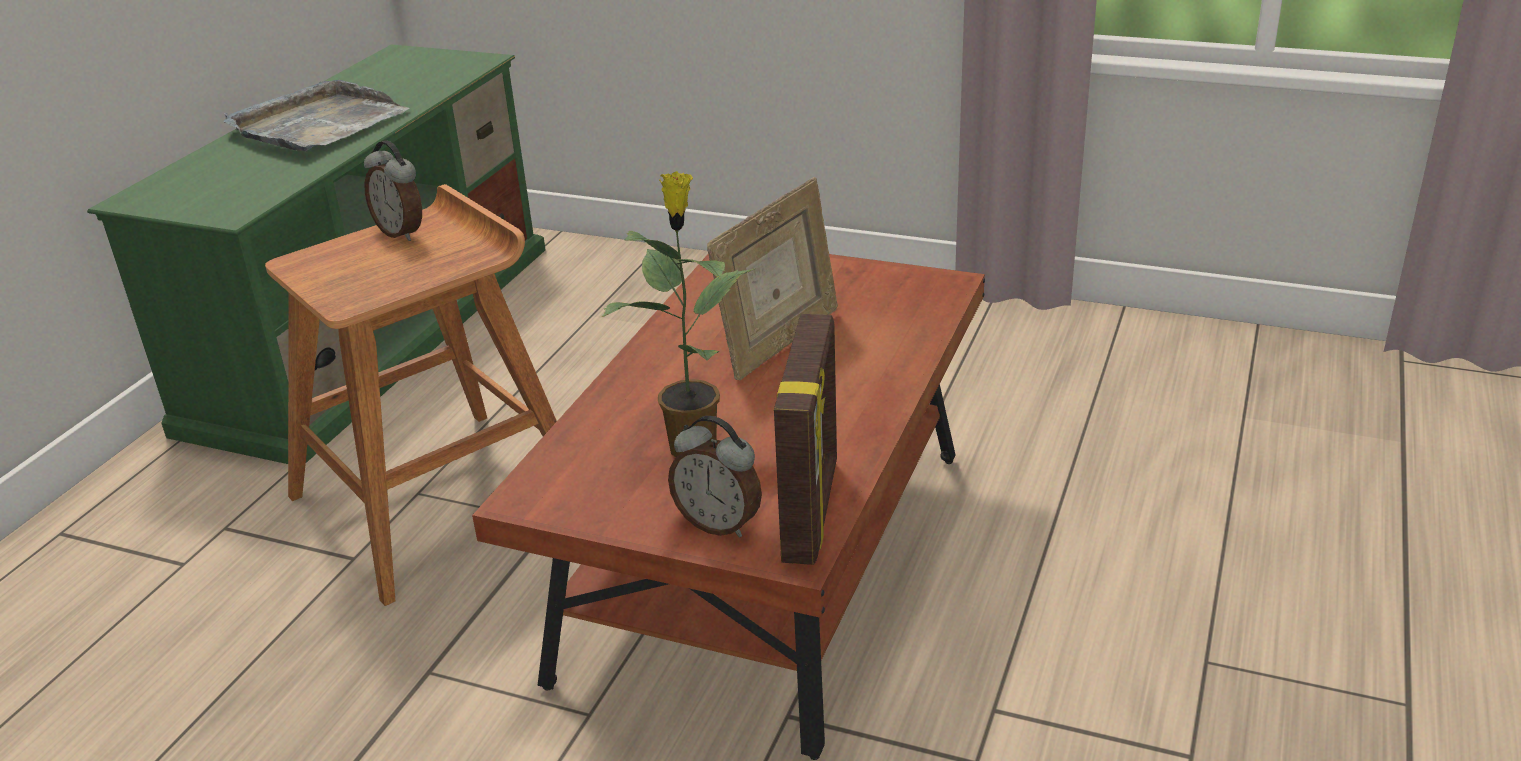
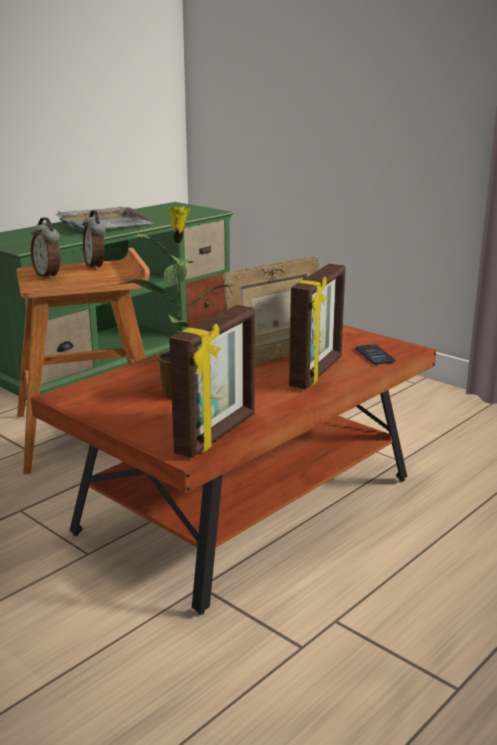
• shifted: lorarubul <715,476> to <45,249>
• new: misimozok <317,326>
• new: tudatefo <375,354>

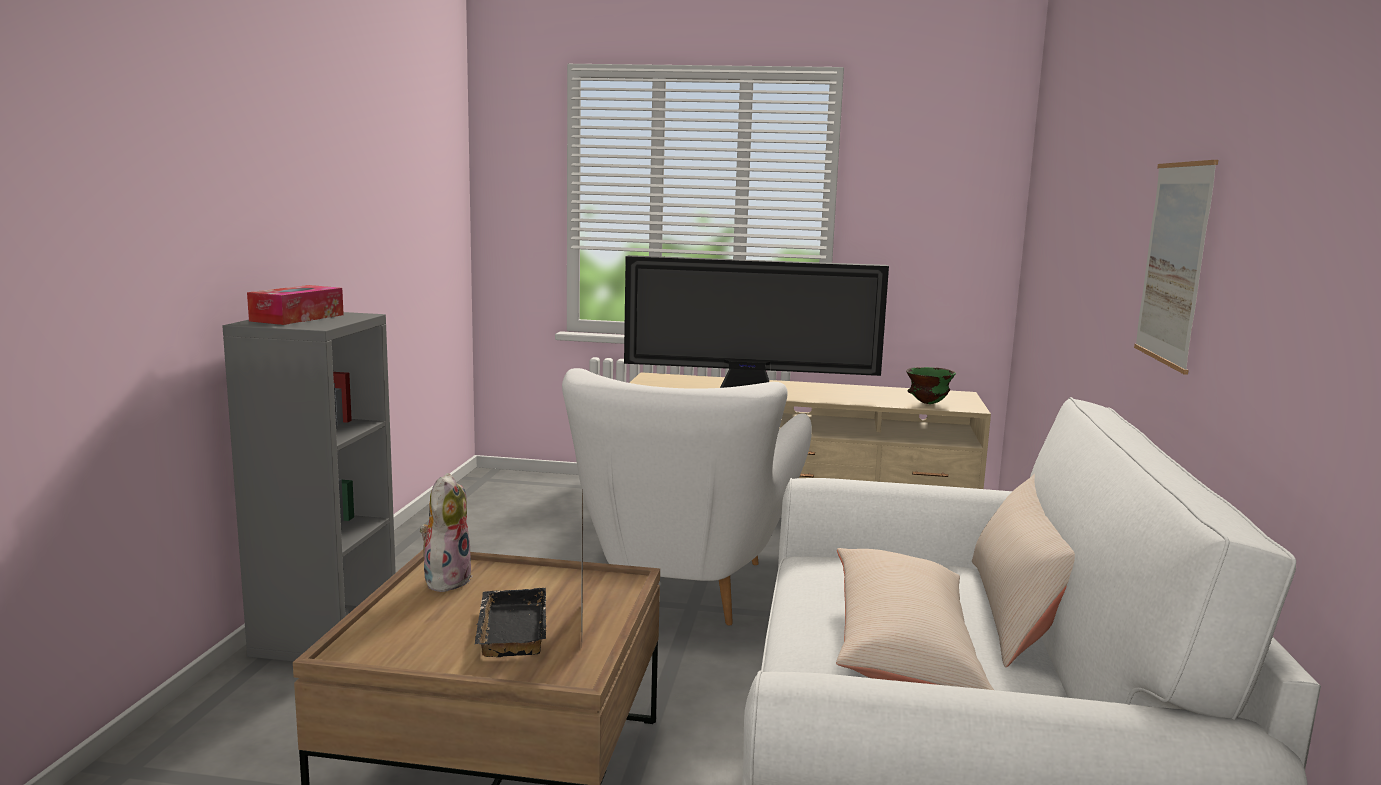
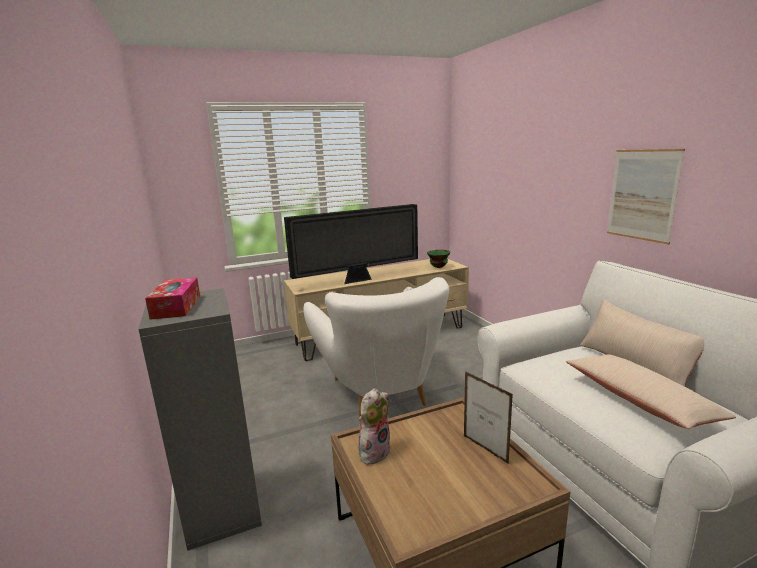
• rotated: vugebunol <446,532> = <374,426> 60 degrees clockwise
• gone: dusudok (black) <510,622>

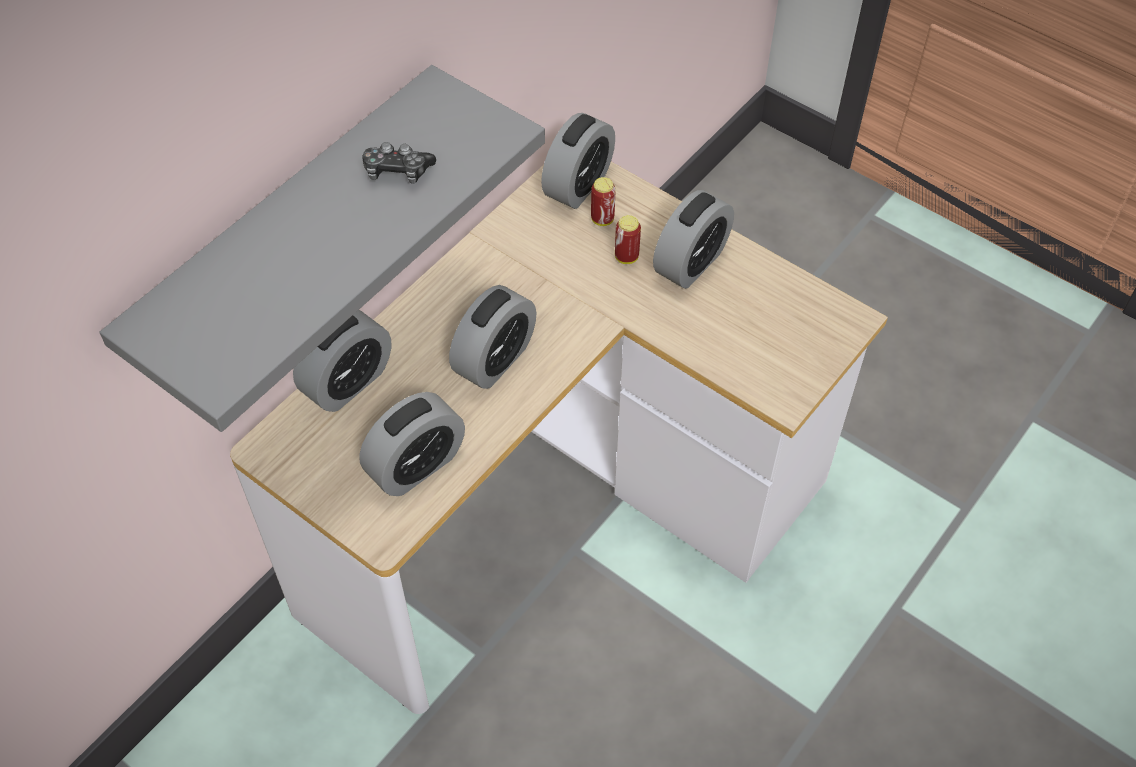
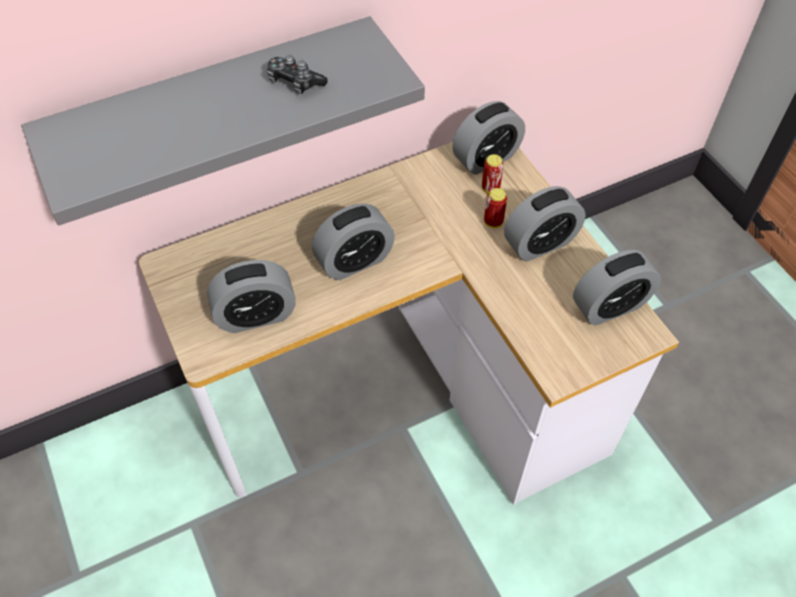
• shifted: lorarubul <342,361> to <617,287>

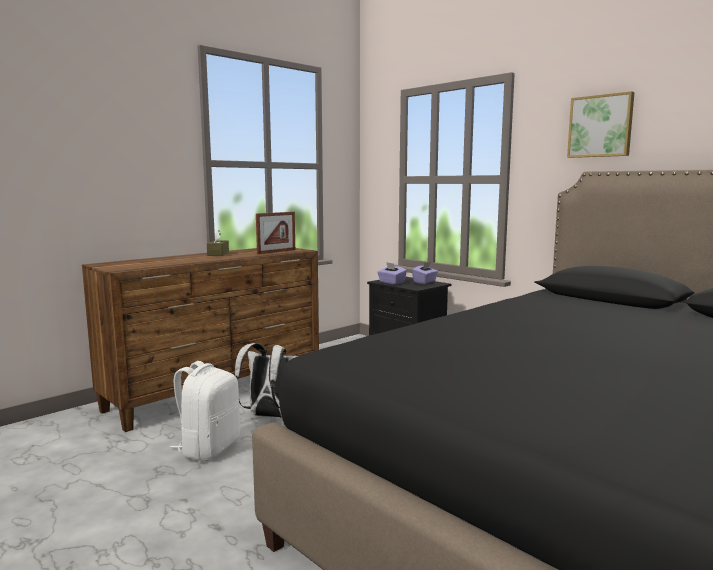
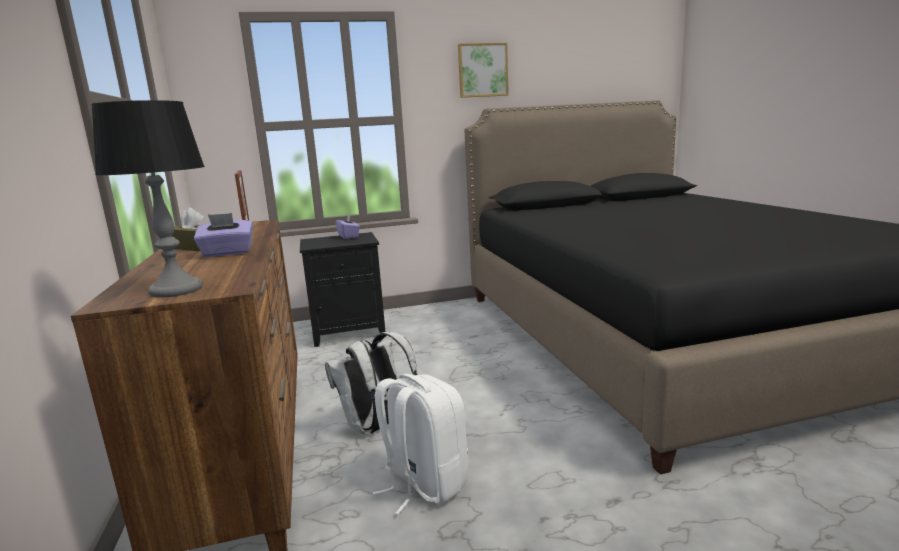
• new: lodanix <148,199>
• shifted: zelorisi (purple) <392,273> to <223,235>

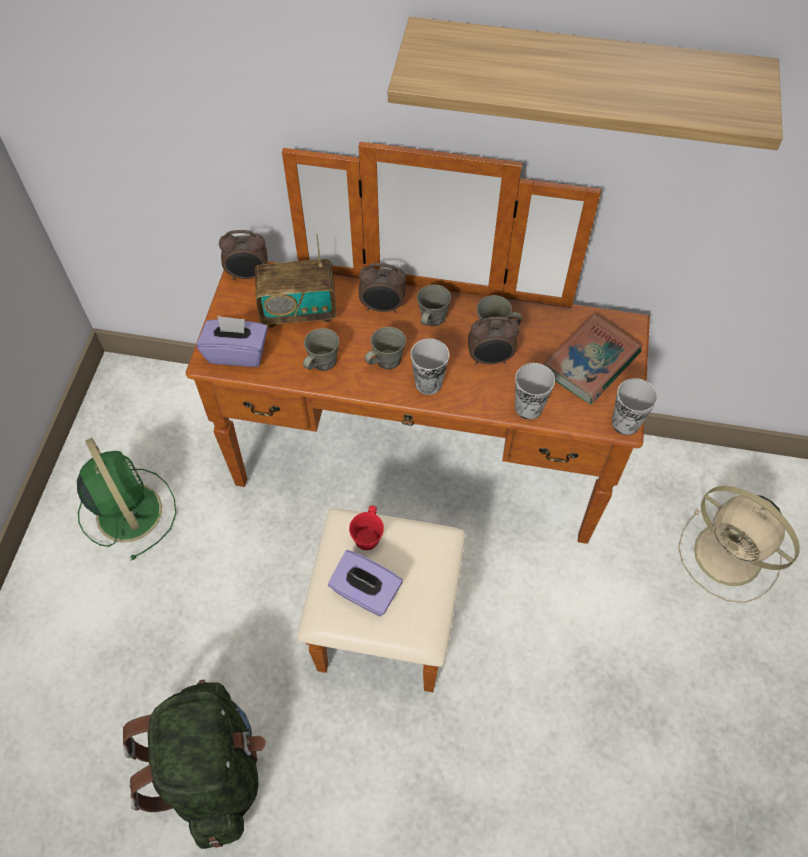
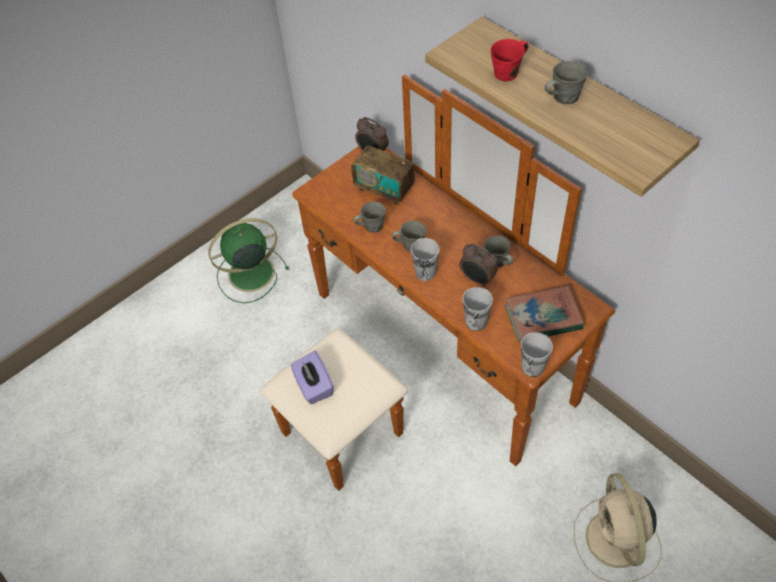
• rotated: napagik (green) <126,499> = <248,260> 120 degrees counterclockwise
• shifted: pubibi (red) <366,528> to <509,60>
• shifted: pubibi (grey) <434,305> to <566,82>
• gone: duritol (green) <194,764>
• gone: zelorisi (purple) <232,341>
• gone: lorarubul <382,288>

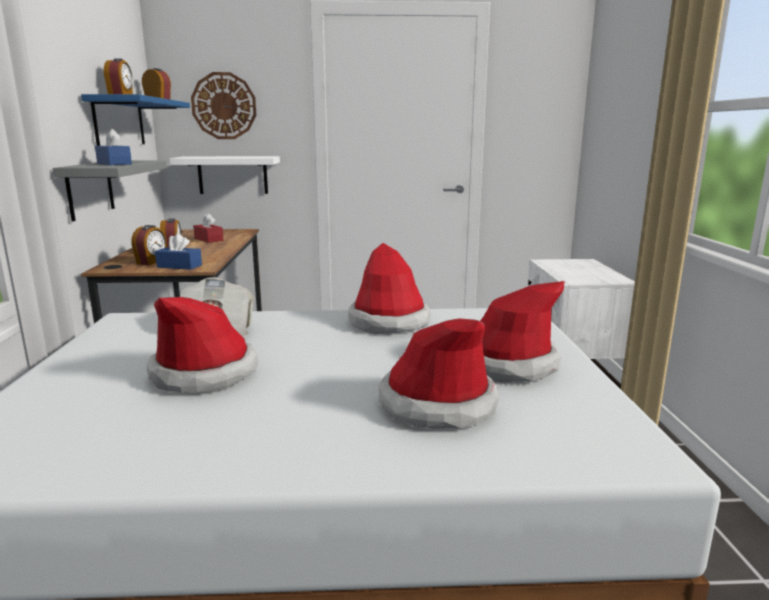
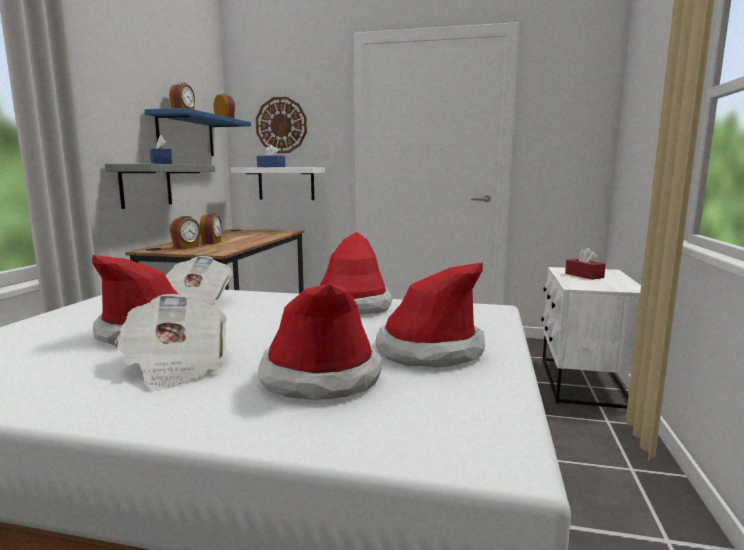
• new: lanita <171,342>
• shifted: zelorisi (blue) <178,251> to <271,156>
• shifted: zelorisi (red) <208,228> to <585,264>

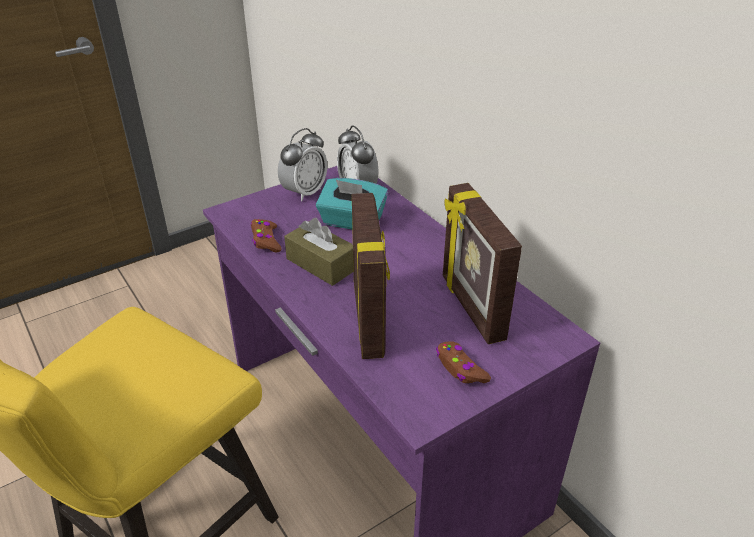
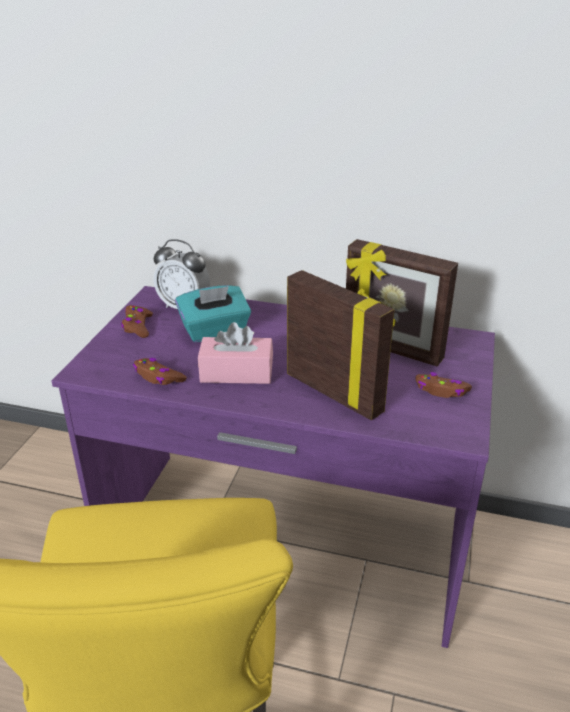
• swapped: lorarubul <302,165> to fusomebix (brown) <137,321>
• repainted: zelorisi (brown) <319,252> to zelorisi (pink) <235,353>

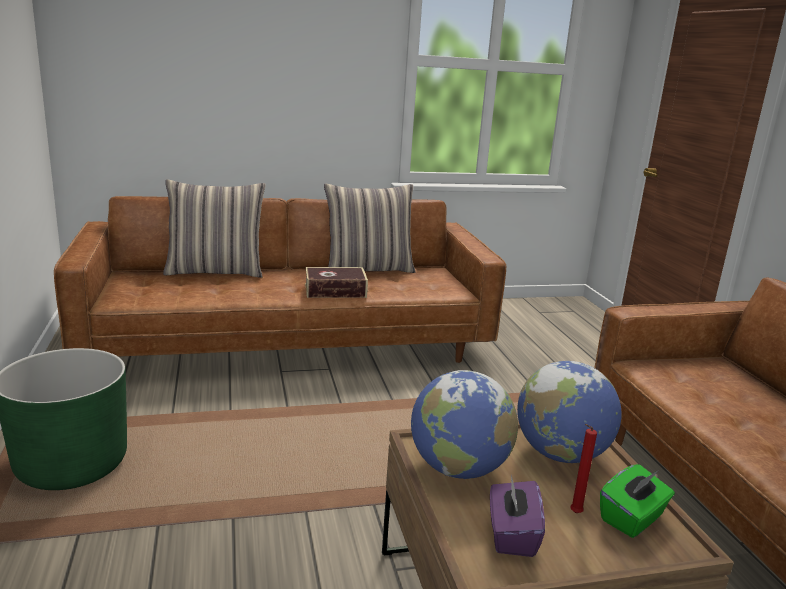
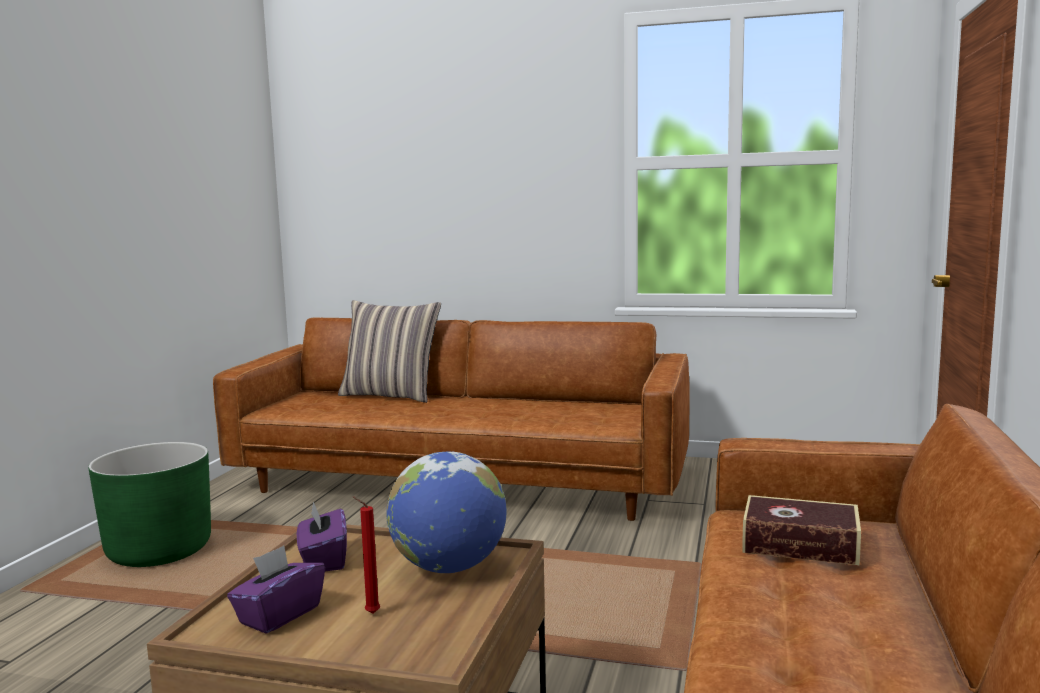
• swapped: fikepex <464,424> to zelorisi (purple) <322,536>
• shifted: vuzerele <336,282> to <801,530>
• gone: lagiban <370,228>
• gone: zelorisi (green) <637,501>

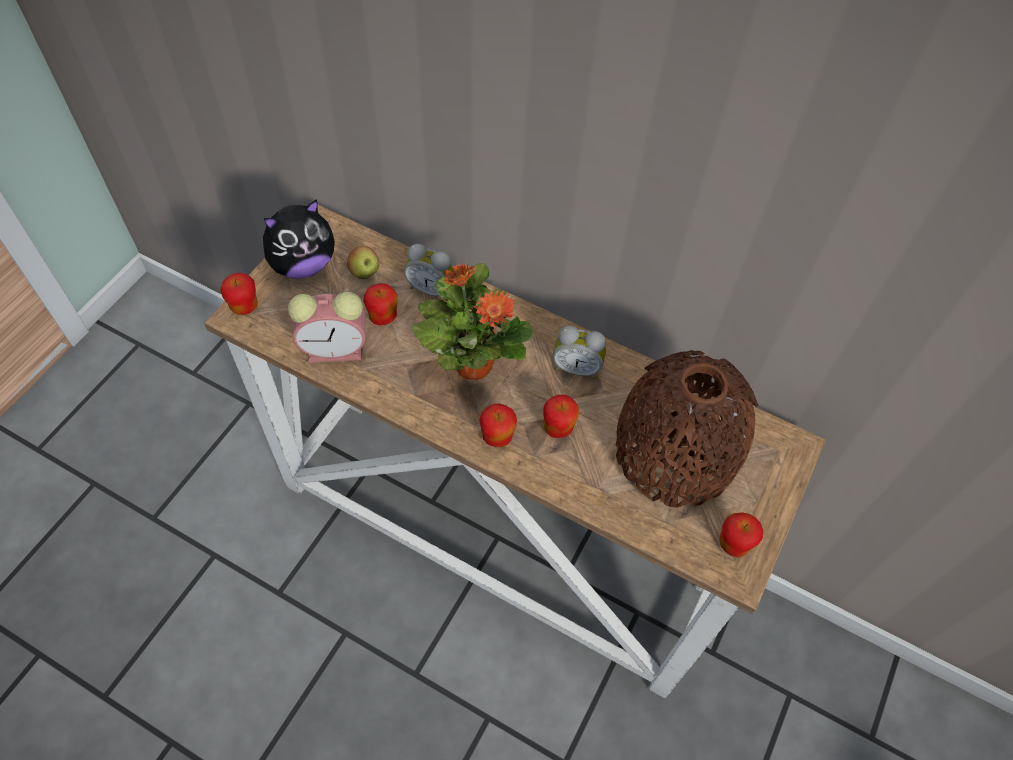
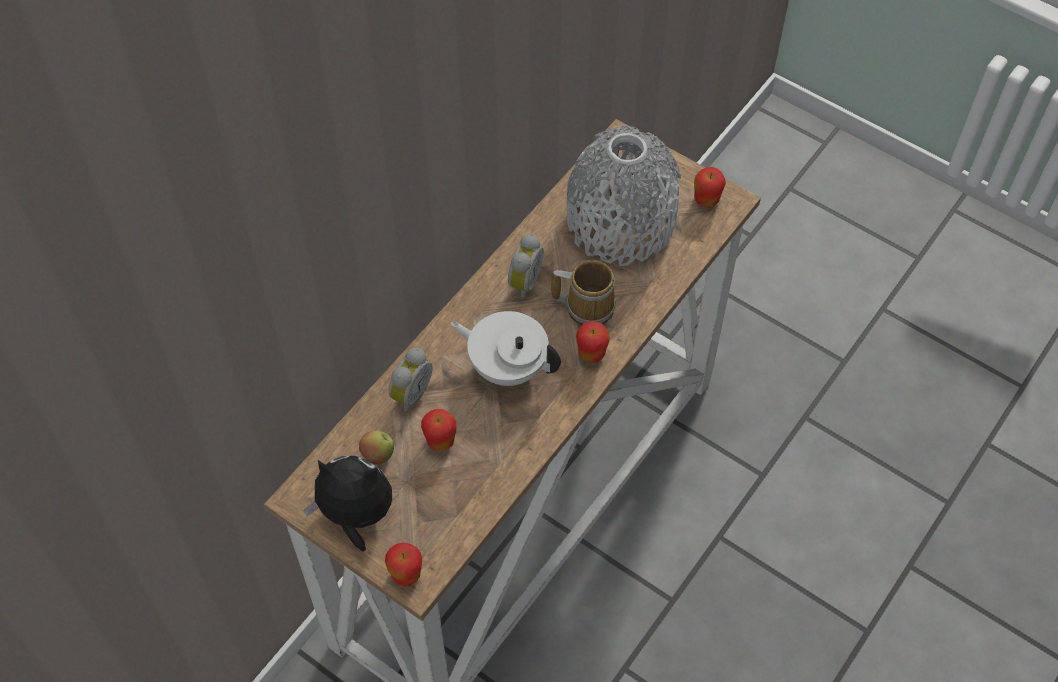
• rotated: vugebunol <299,239> = <347,504> 60 degrees counterclockwise
• swapped: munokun <473,321> to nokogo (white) <506,348>
• swapped: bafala <561,416> to pubibi <583,292>
• repainted: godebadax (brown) <687,429> to godebadax (grey) <624,196>
• gone: lorarubul <327,327>

